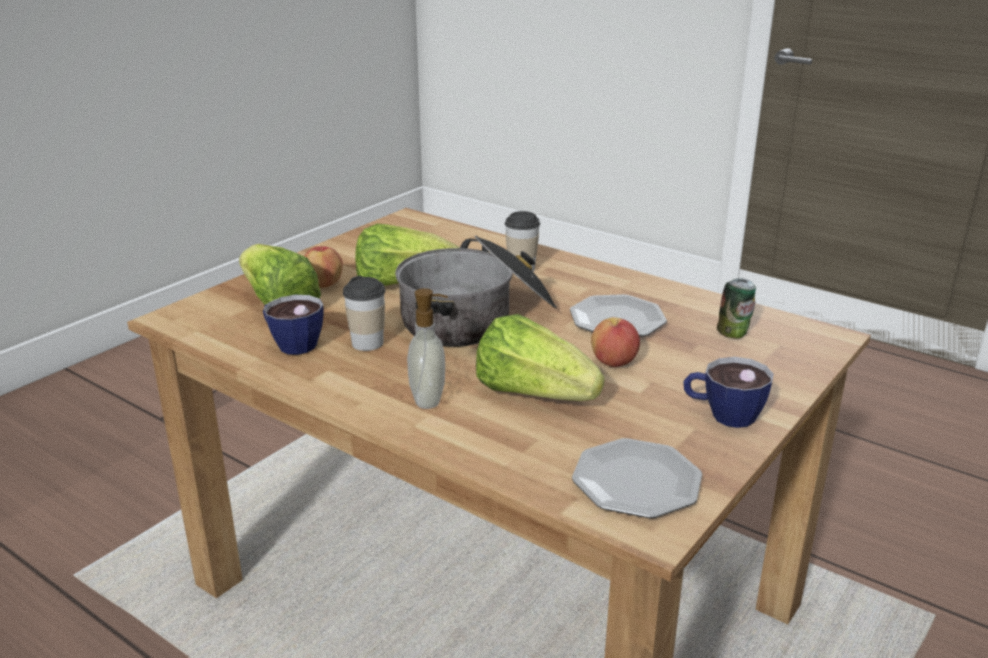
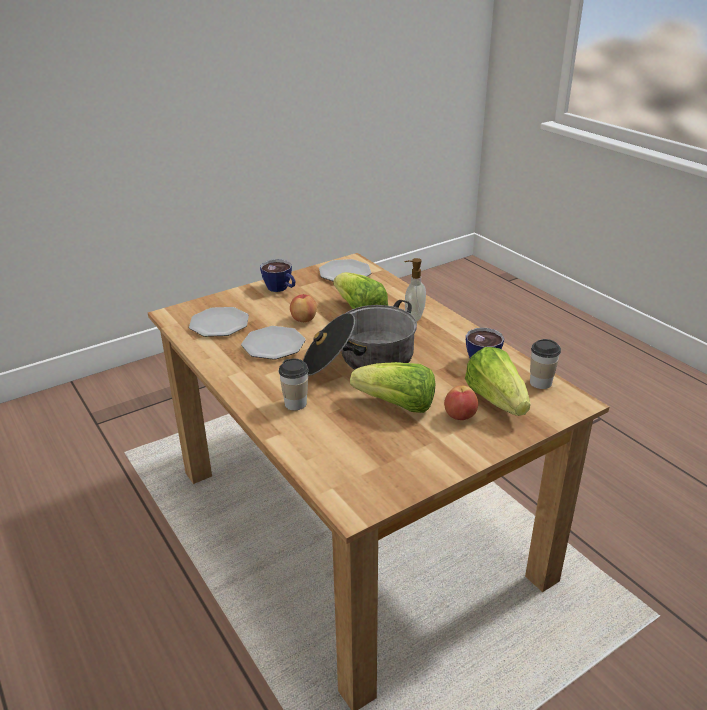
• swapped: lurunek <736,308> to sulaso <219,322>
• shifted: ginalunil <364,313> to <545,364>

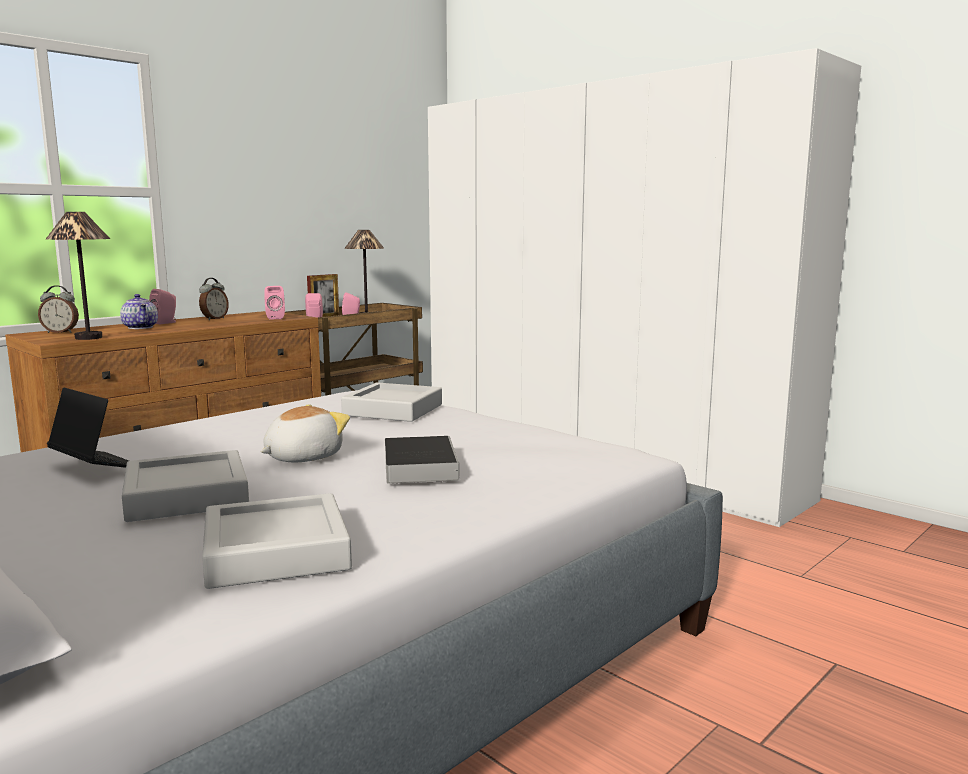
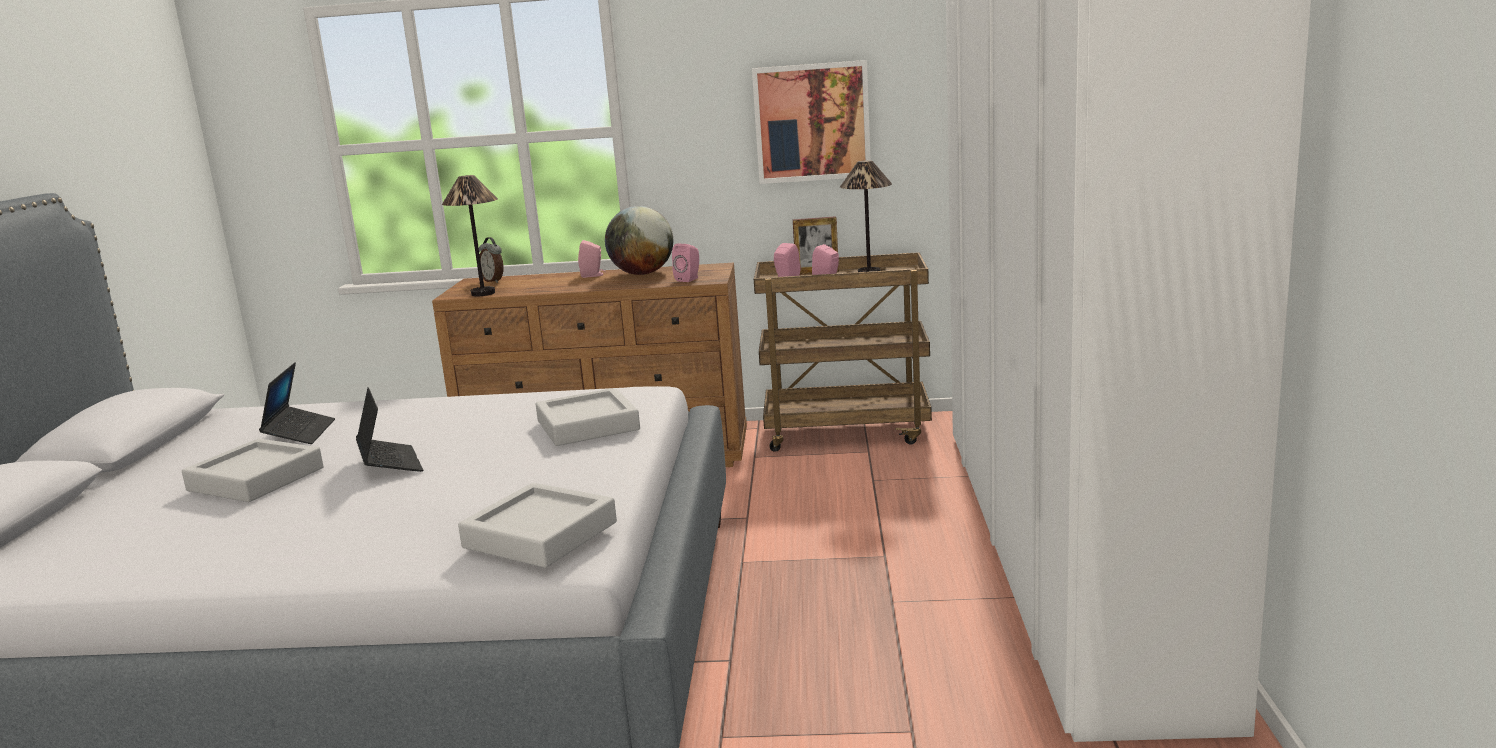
• swapped: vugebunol <305,433> to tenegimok <389,429>
• shifted: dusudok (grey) <277,541> to <537,525>
• swapped: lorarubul <214,299> to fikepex <639,240>
• new: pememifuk <811,122>
• gone: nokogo <139,311>
• gone: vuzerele <422,460>

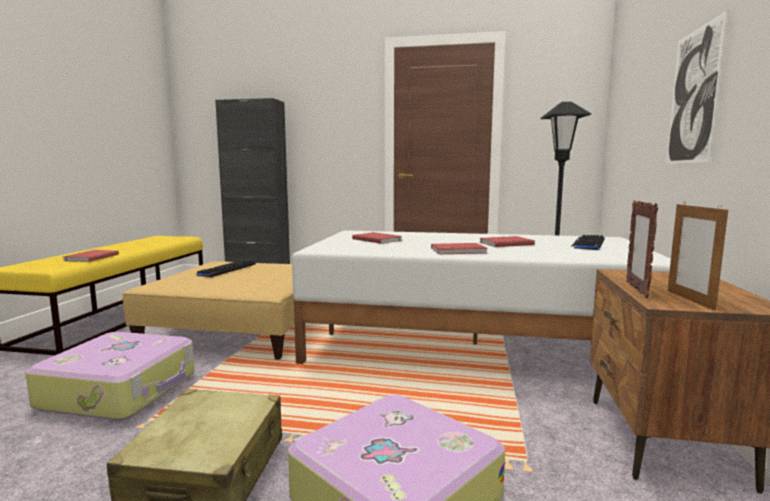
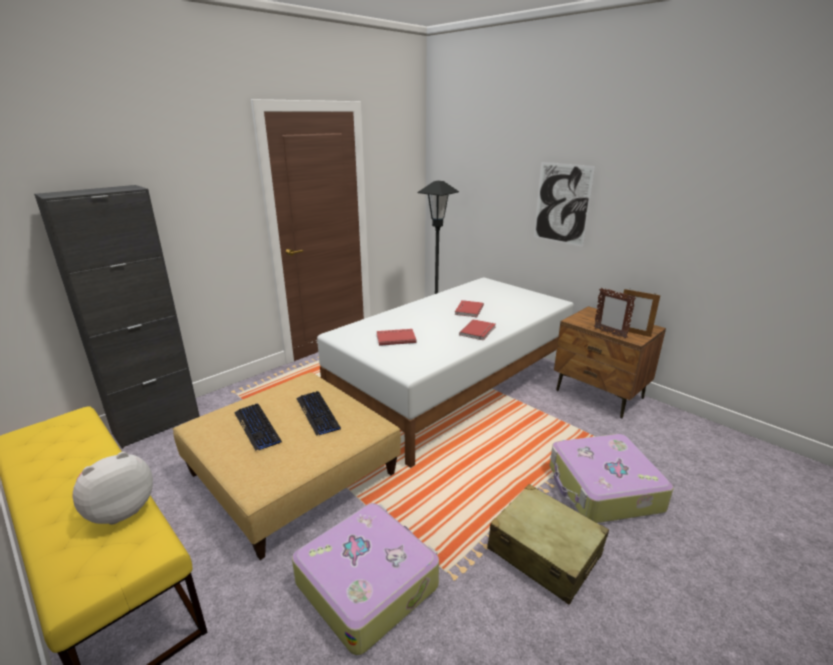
• swapped: vuzerele (red) <91,256> to vugebunol <112,488>
• shifted: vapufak <588,242> to <319,413>

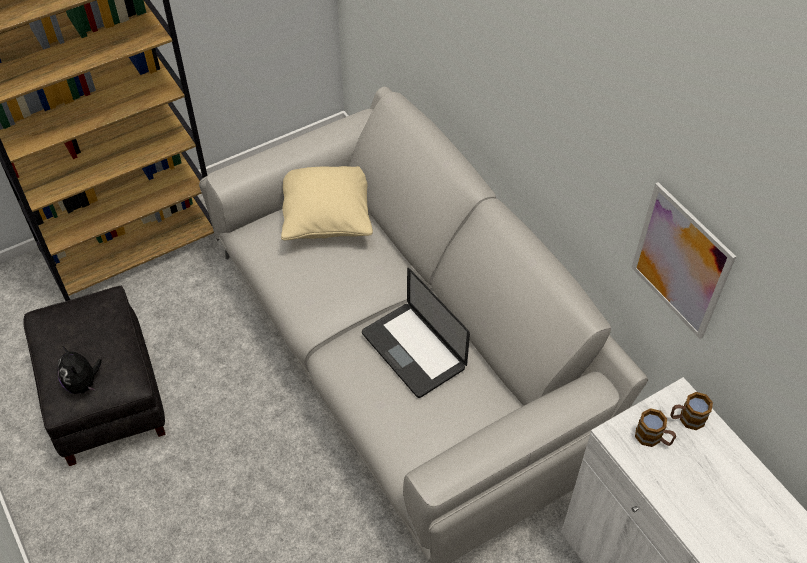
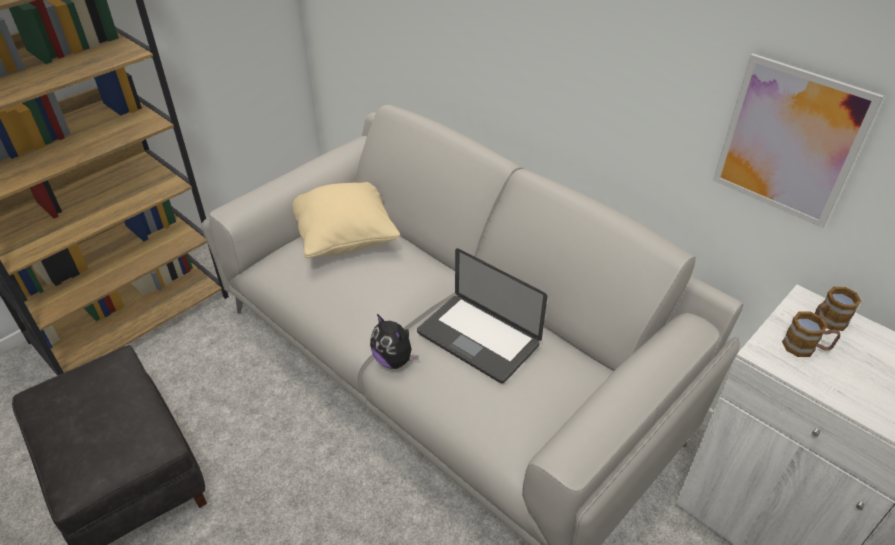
• shifted: vugebunol <79,370> to <394,341>

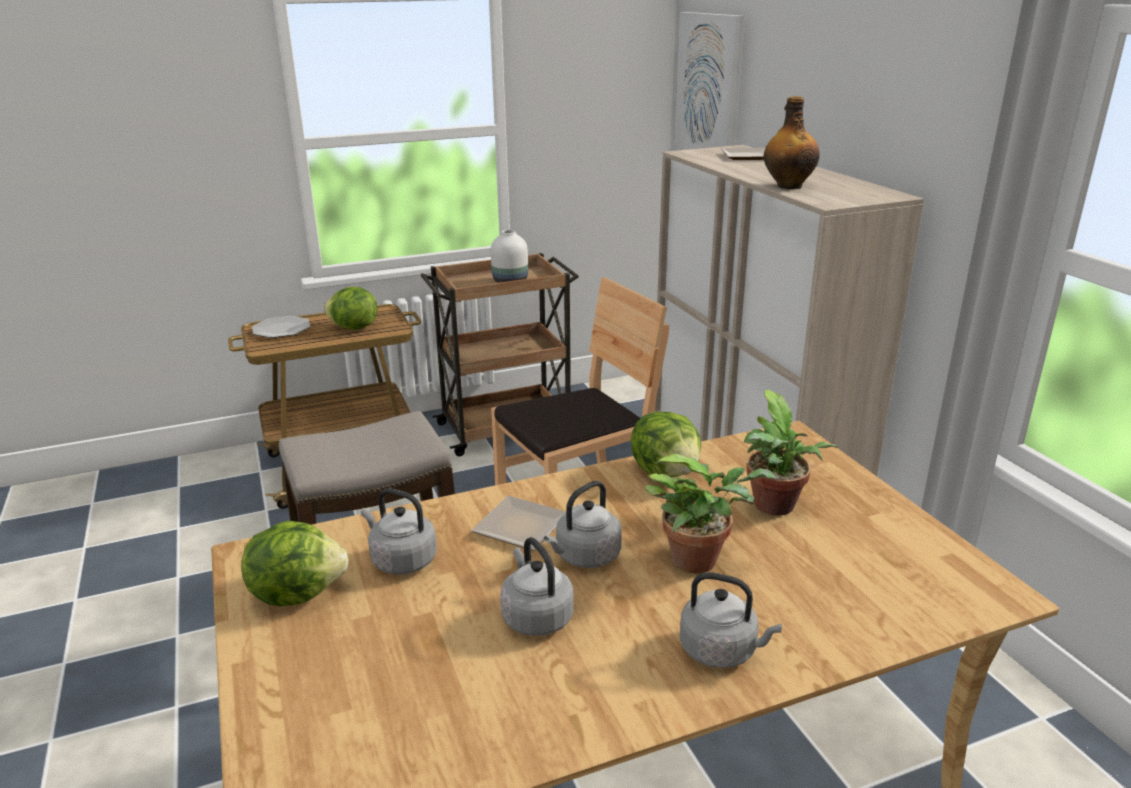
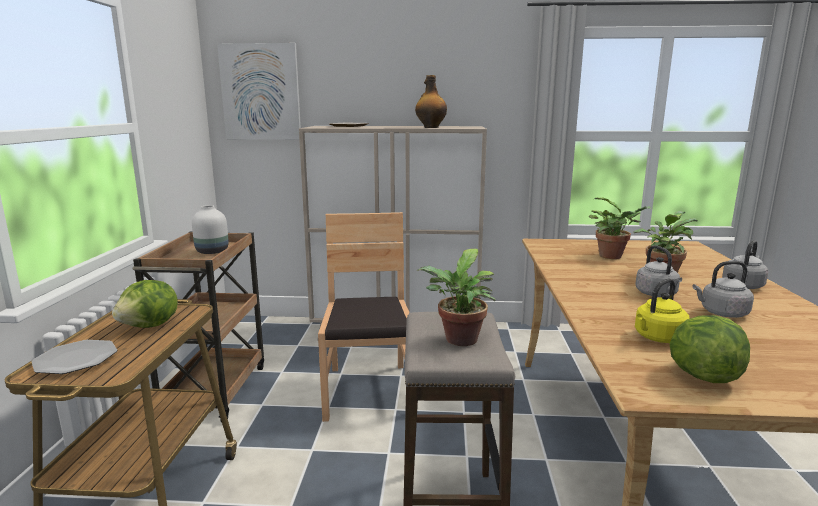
• new: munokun <456,297>
• repainted: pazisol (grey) <399,531> to pazisol (yellow) <662,311>
• gone: sulaso <518,523>
• gone: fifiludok <666,444>

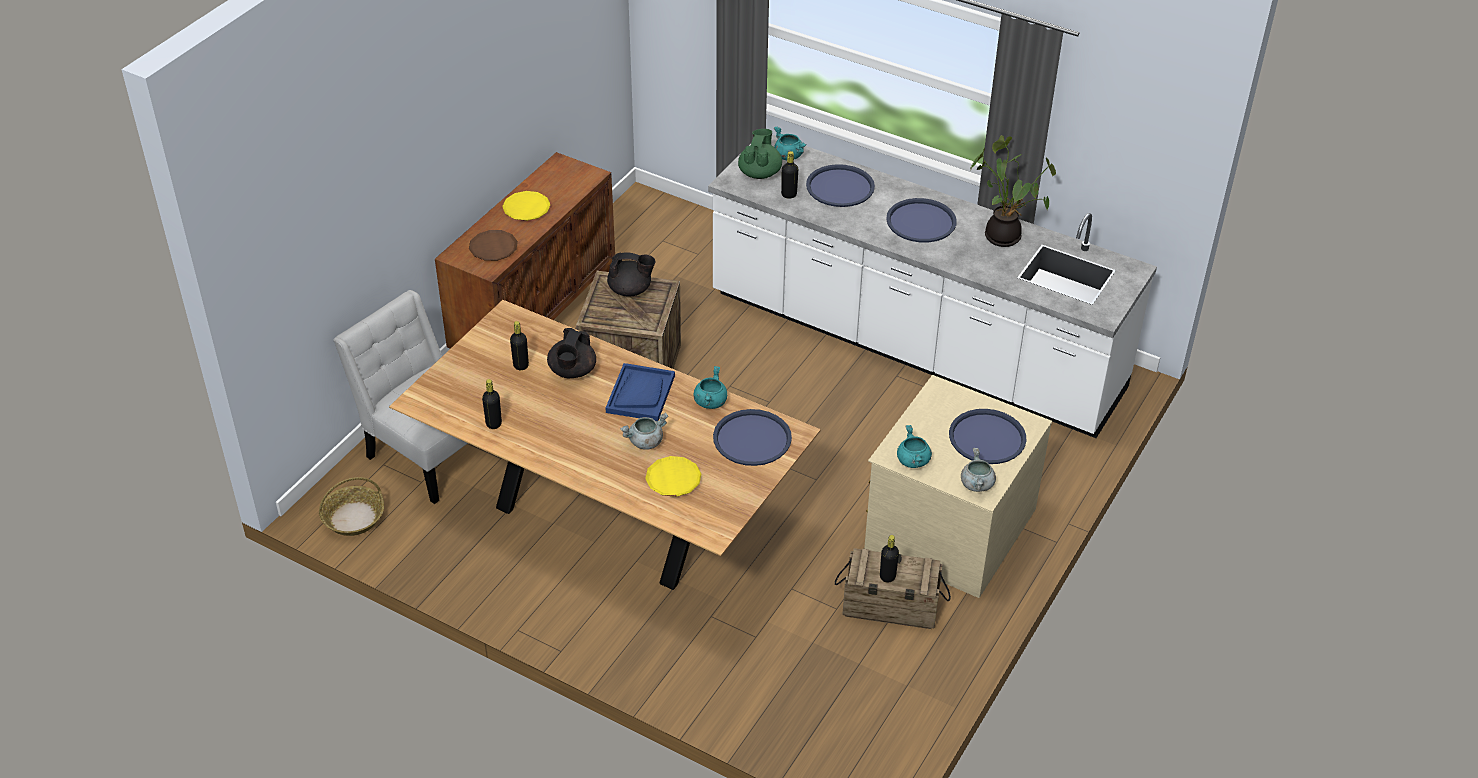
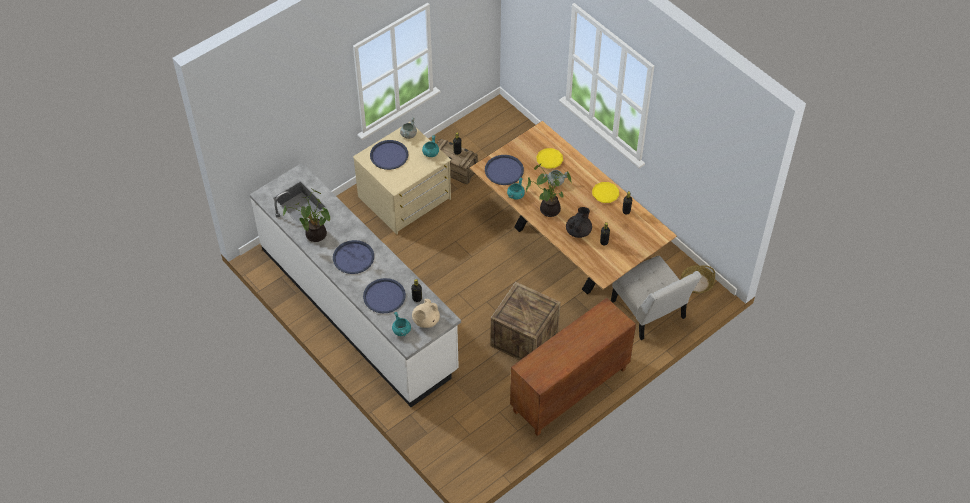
• repainted: nokogo (green) <760,154> to nokogo (beige) <426,313>
• swapped: dusudok (blue) <640,392> to munokun <549,190>
• shifted: sulaso (yellow) <526,206> to <605,192>
• gone: sulaso (brown) <493,245>
• gone: nokogo (black) <631,274>

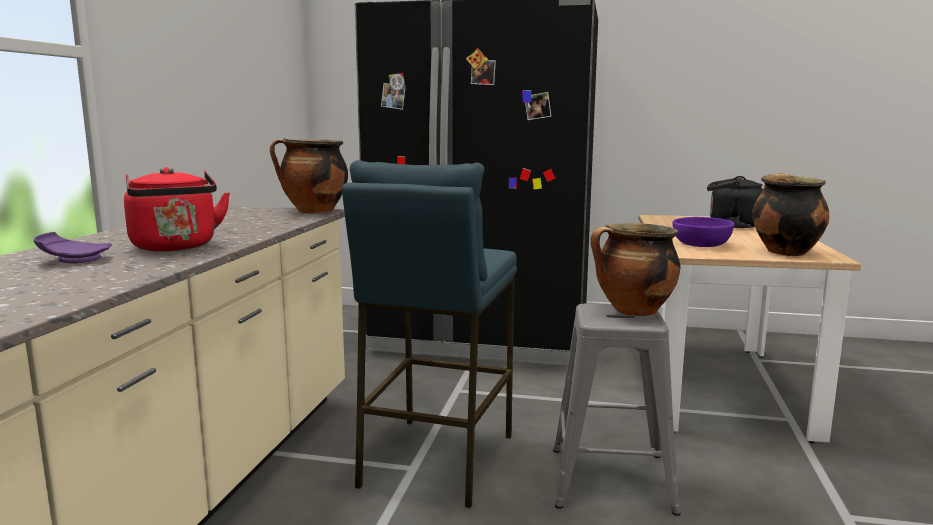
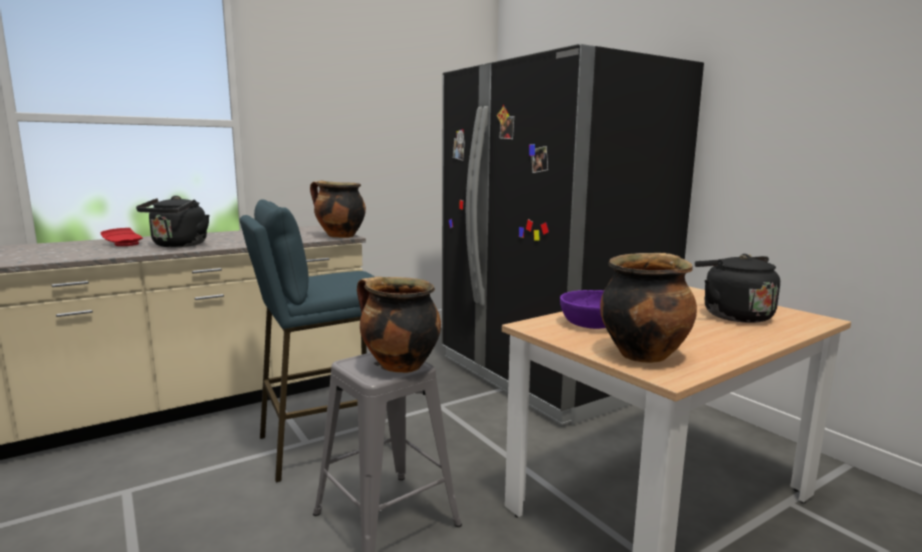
• repainted: sulaso (purple) <73,247> to sulaso (red) <121,237>
• repainted: pazisol (red) <177,209> to pazisol (black) <173,221>

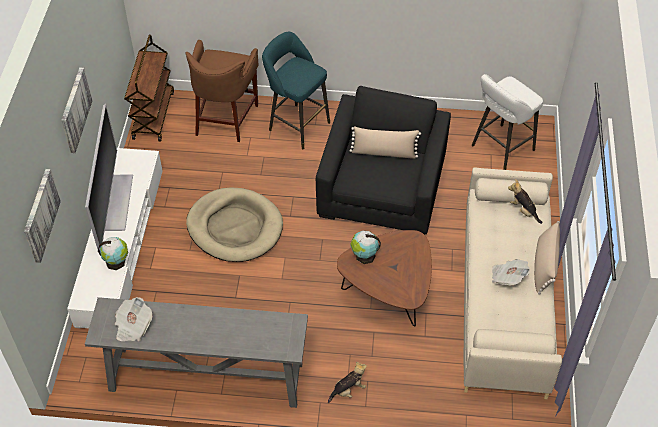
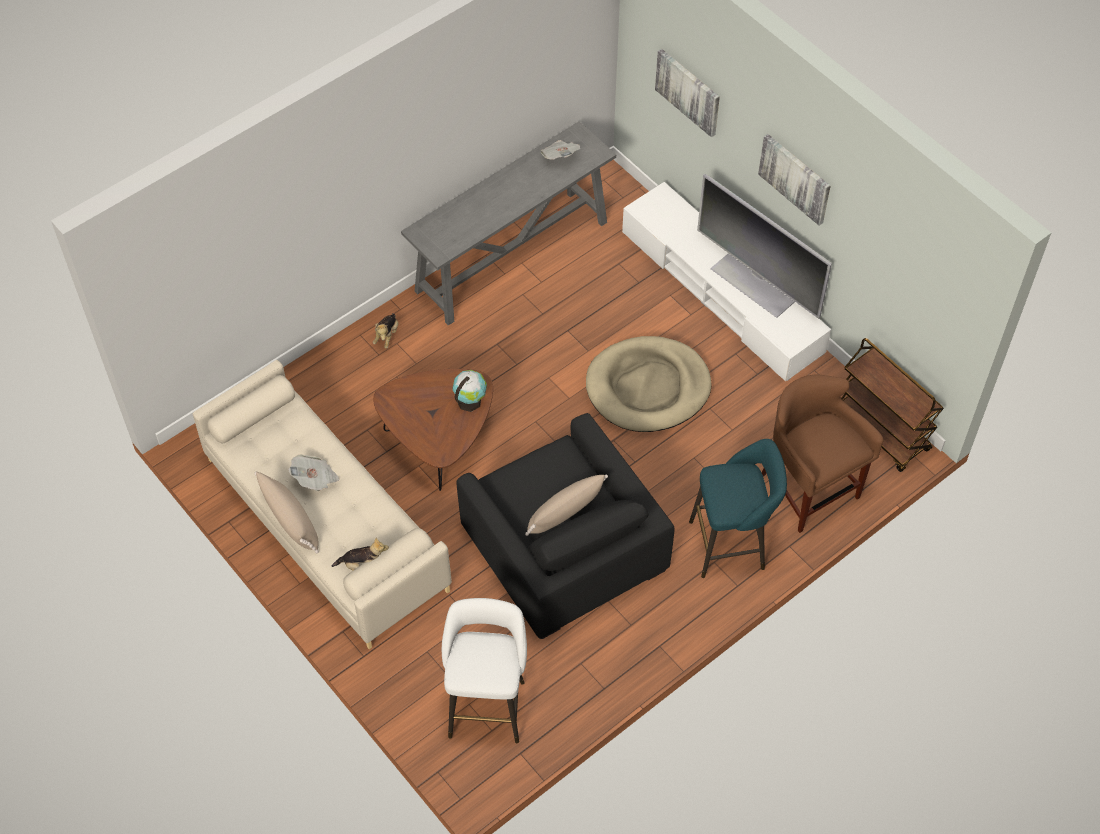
• gone: fikepex <113,253>

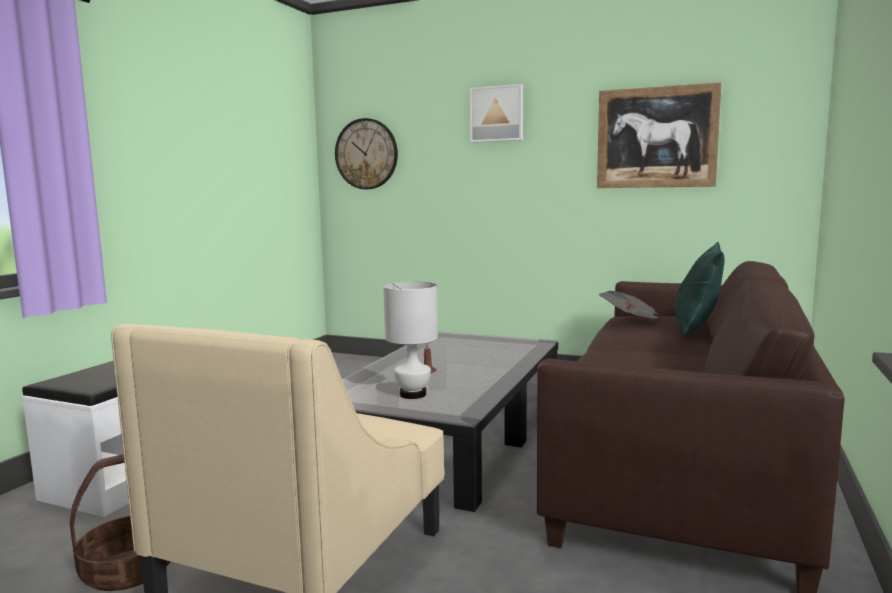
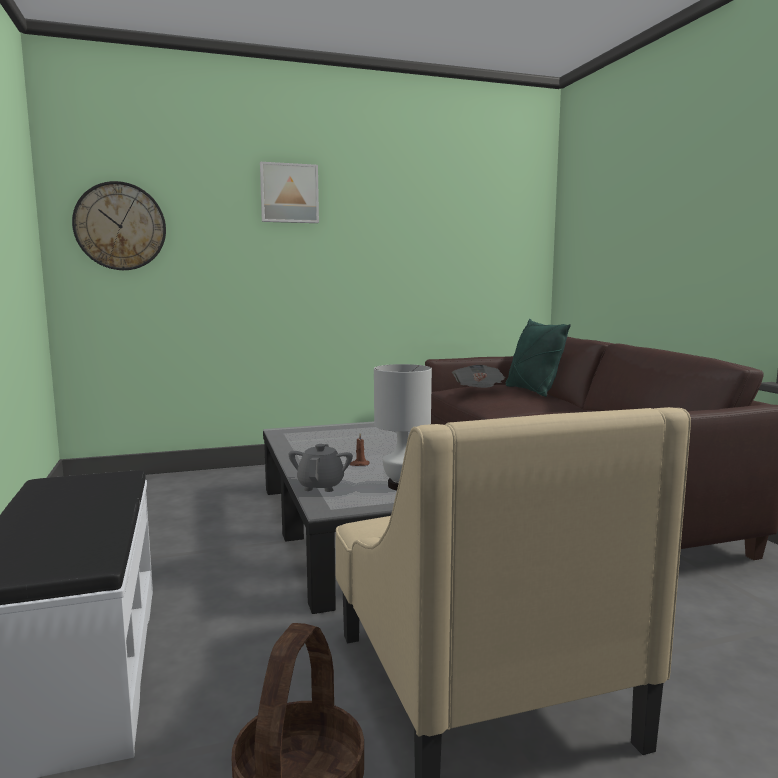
• new: nokogo (grey) <321,468>
• gone: pememifuk <659,135>

